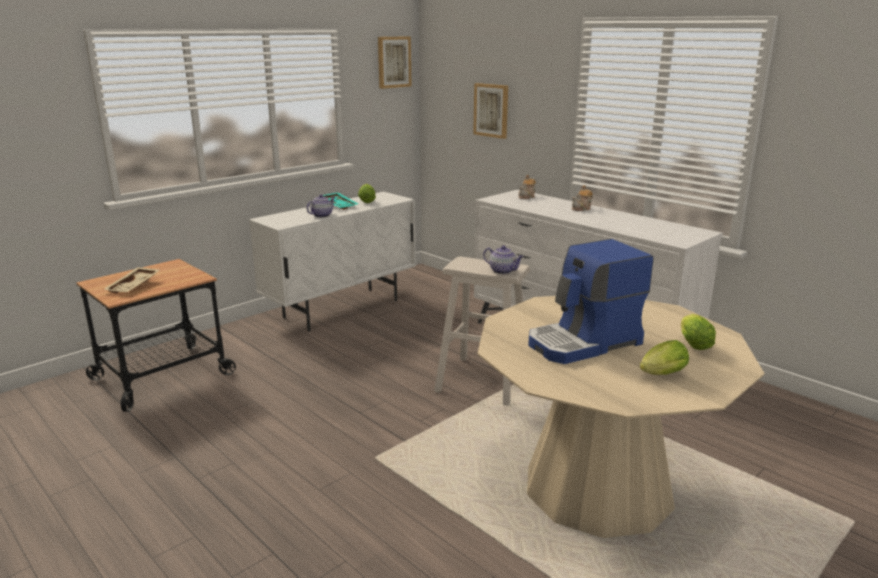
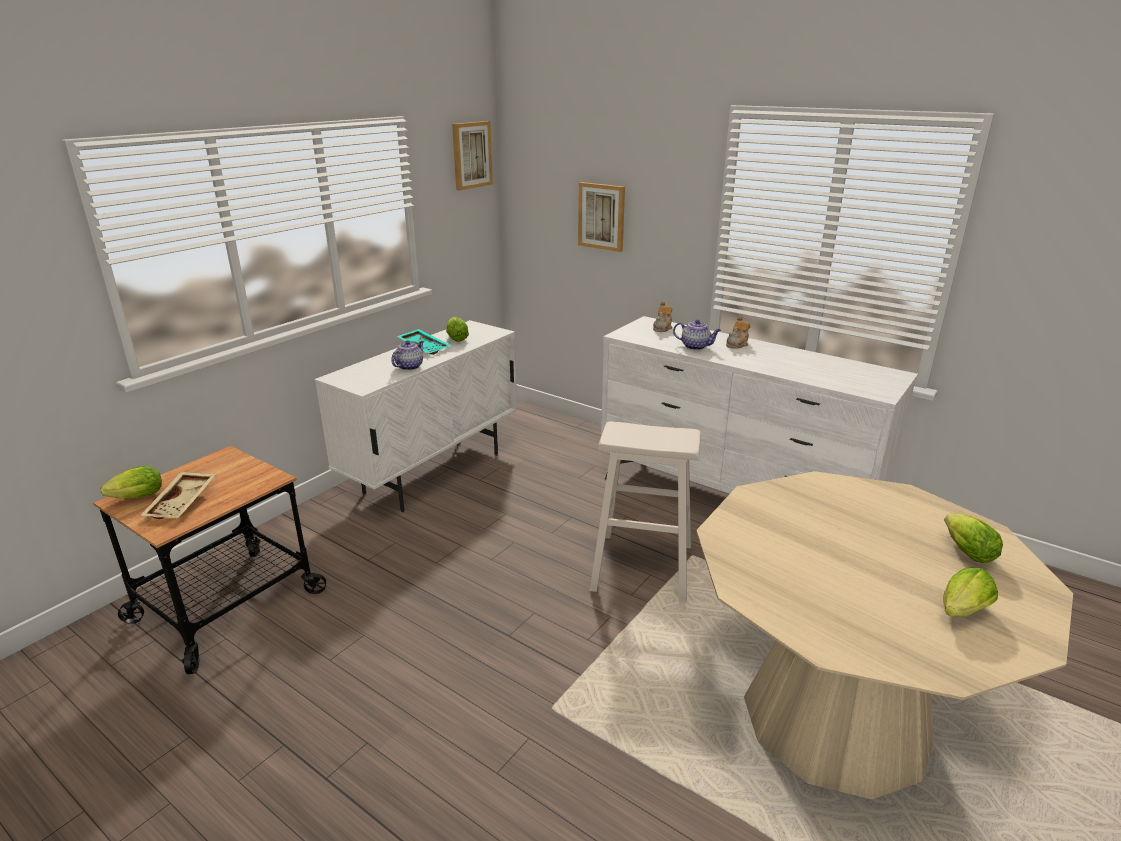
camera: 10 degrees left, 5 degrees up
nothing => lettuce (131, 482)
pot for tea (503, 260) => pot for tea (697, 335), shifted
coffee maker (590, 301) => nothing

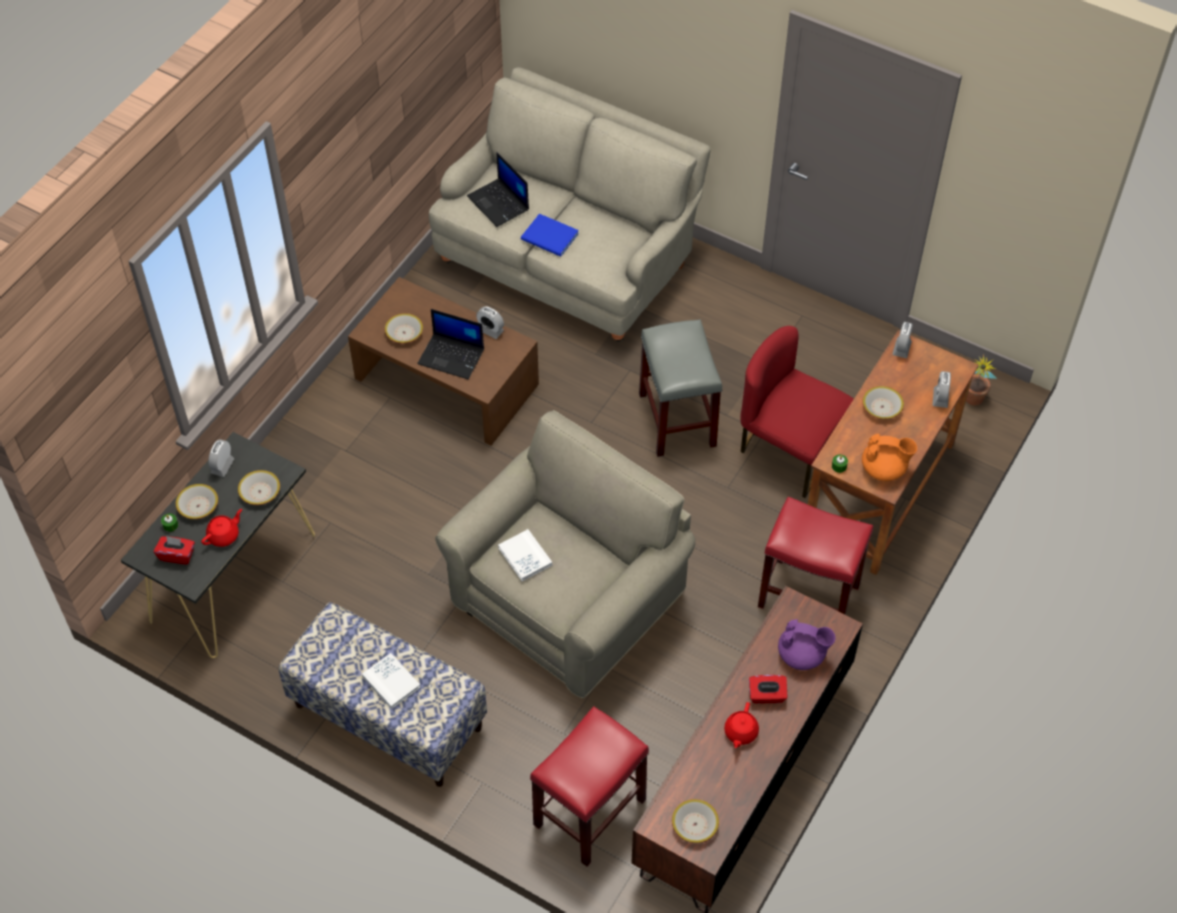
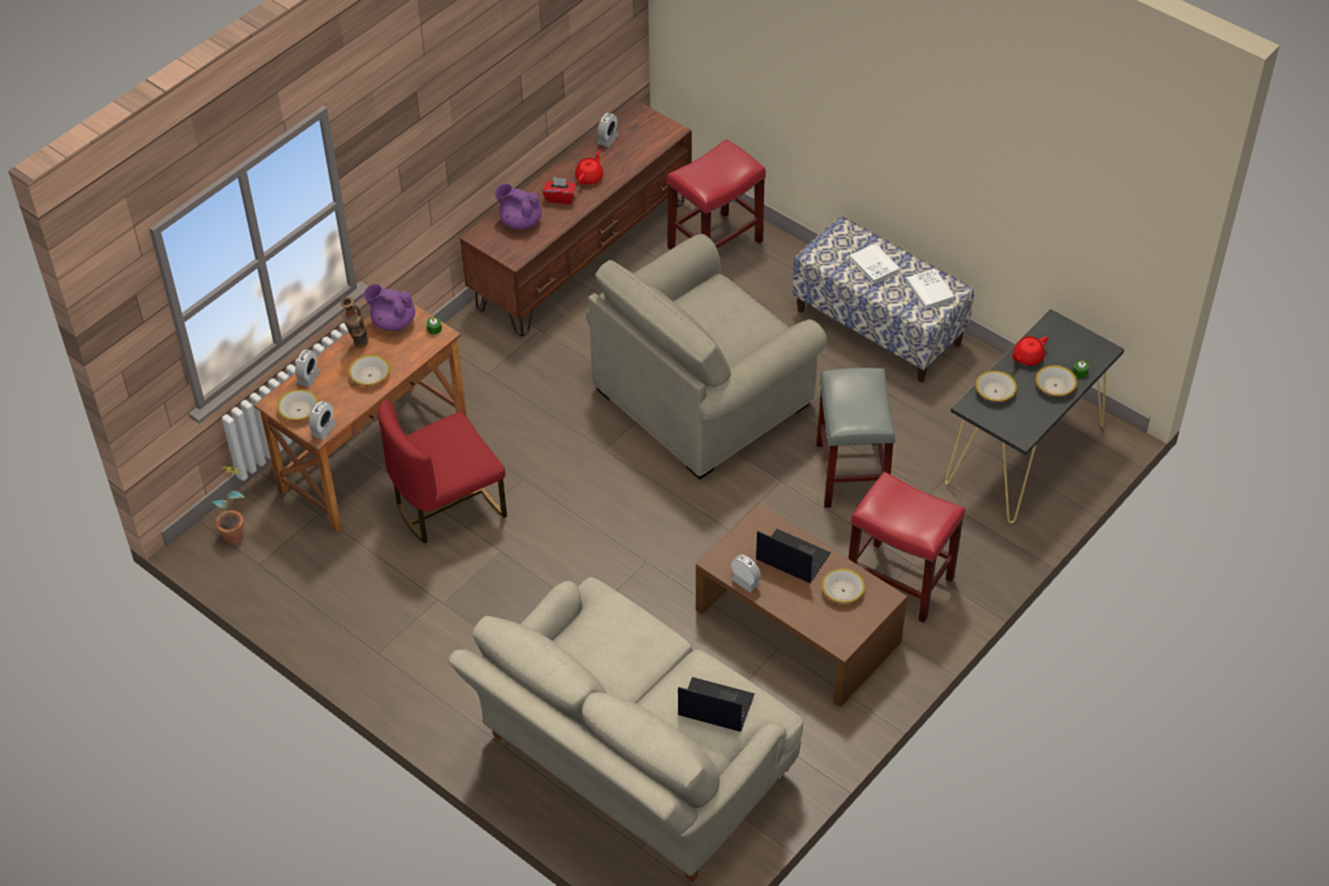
camera: 170 degrees left, 5 degrees down
deep dish (695, 821) => deep dish (298, 405), shifted
nothing => decorative vase (355, 322)
orangey pot for tea (889, 457) => purplish pot for tea (389, 307)
red chair (797, 412) => red chair (442, 472), 105 degrees clockwise
alarm clock (221, 458) => alarm clock (608, 130), shifted
portable computer (498, 189) => portable computer (716, 704), 45 degrees counterclockwise
gray sitting stool (680, 388) => gray sitting stool (855, 438), shifted
red sitting stool (815, 556) => red sitting stool (906, 547), shifted
white bound book (525, 555) => white bound book (930, 289), shifted
red tissue box (174, 550) => nothing
blue-coloured bound book (550, 235) => nothing

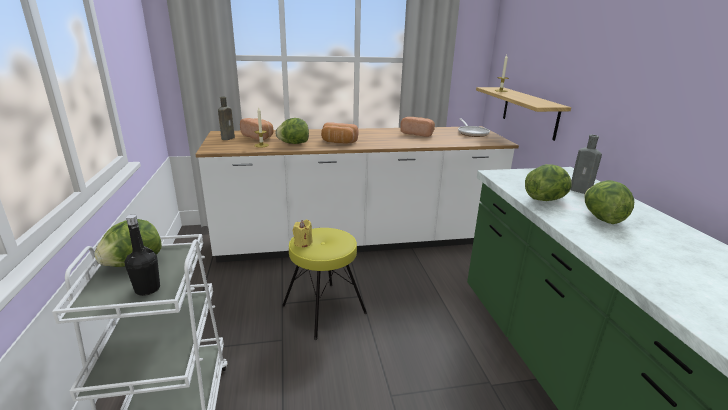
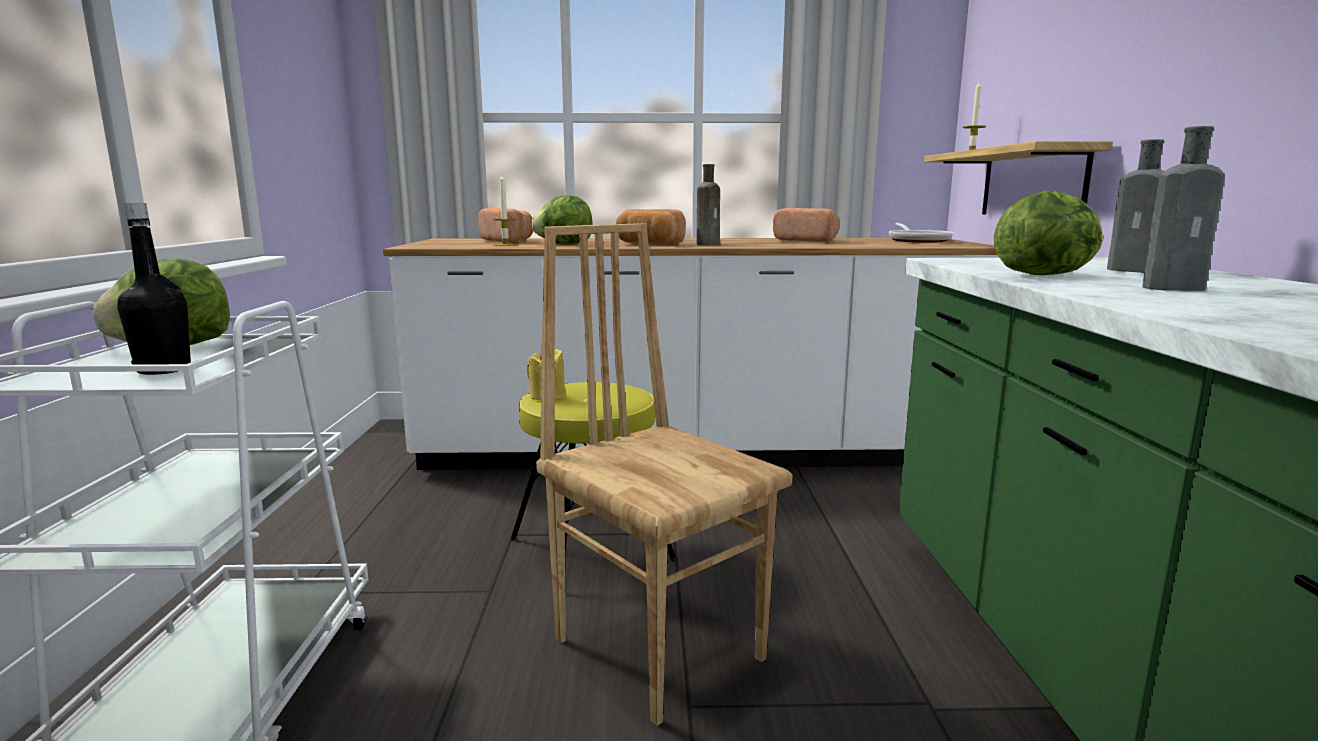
camera: 10 degrees right, 10 degrees down
nothing => brownish chair (664, 474)
brownish drink bottle (226, 118) => brownish drink bottle (708, 204), shifted
lettuce (609, 202) => gray drink bottle (1183, 208)

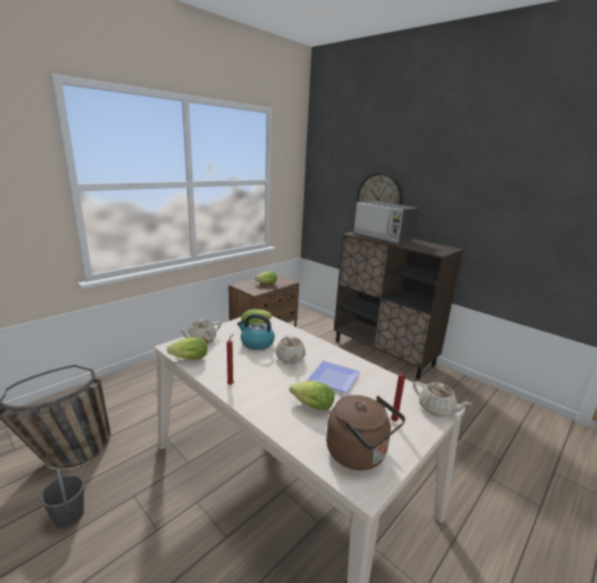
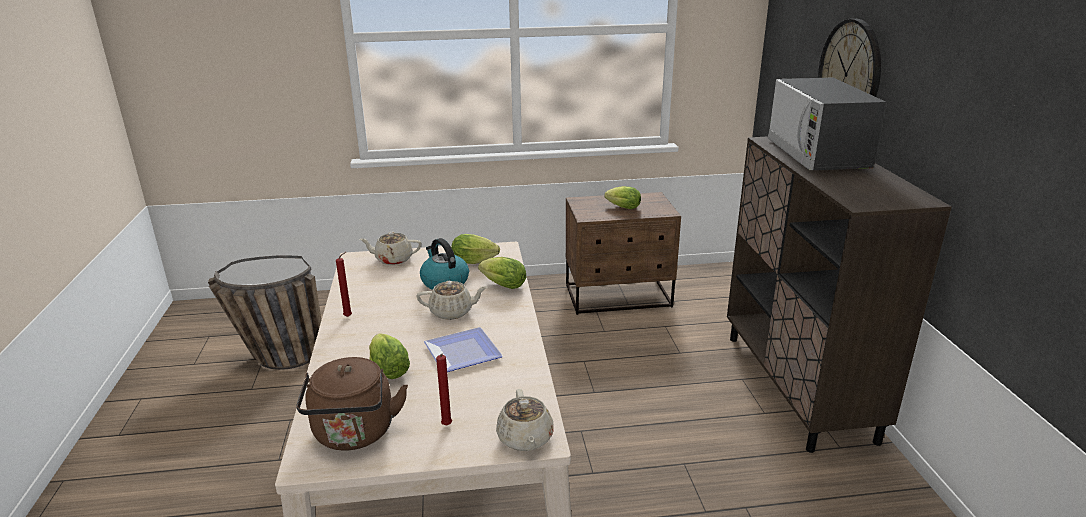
camera: 40 degrees right, 5 degrees up
sand-coloured pot for tea (290, 349) => sand-coloured pot for tea (451, 300), 120 degrees counterclockwise
lettuce (187, 348) => lettuce (502, 273), shifted
gray bucket (62, 498) => nothing

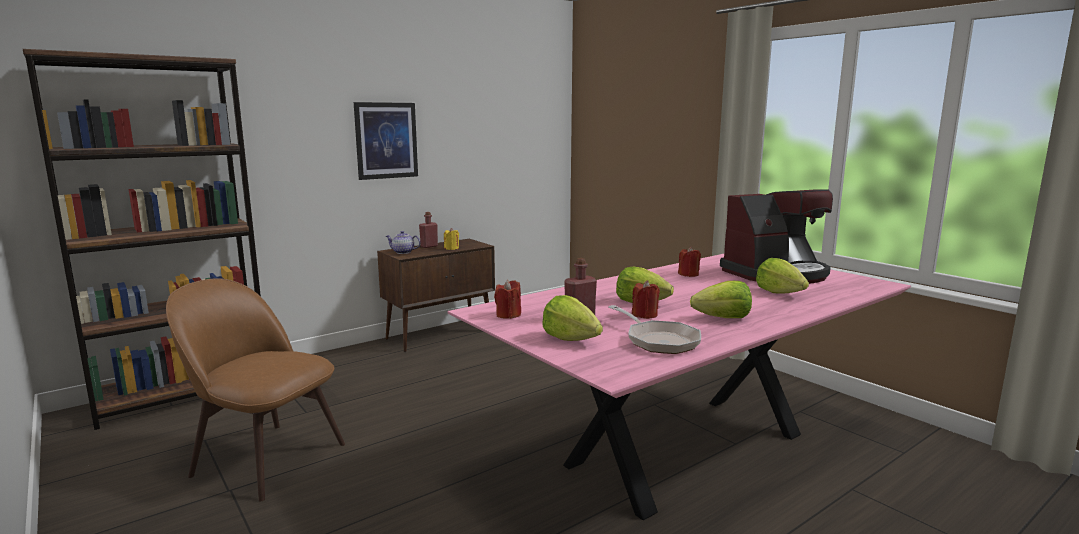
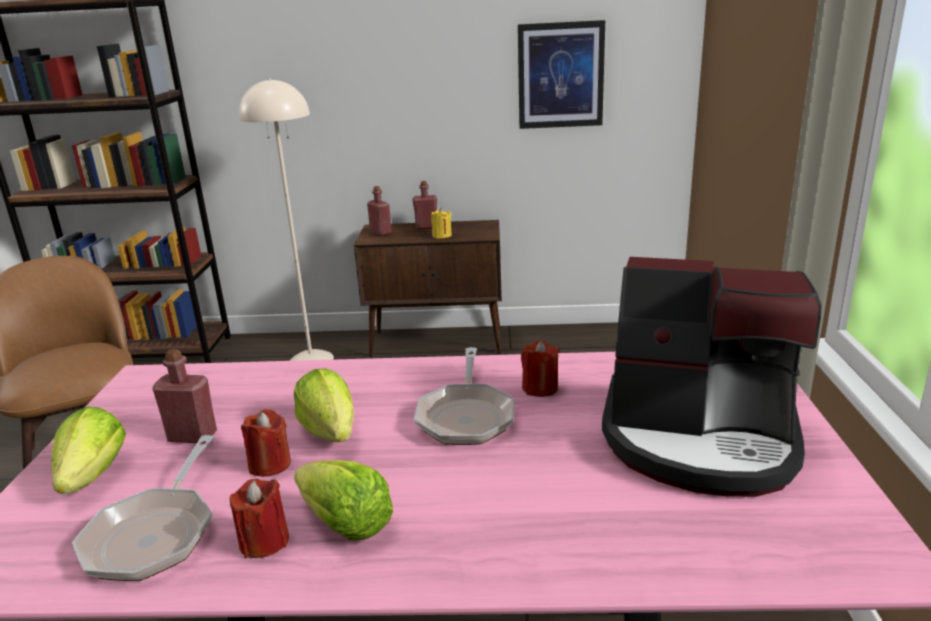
camera: 40 degrees right, 10 degrees up
red wax light (507, 299) => red wax light (259, 518), shifted
nothing => sand-coloured standard lamp (286, 219)
pot for tea (403, 242) => red drink bottle (379, 211)
nothing => frying pan (464, 396)
wall picture (386, 141) => wall picture (561, 74), shifted
lettuce (782, 276) => nothing

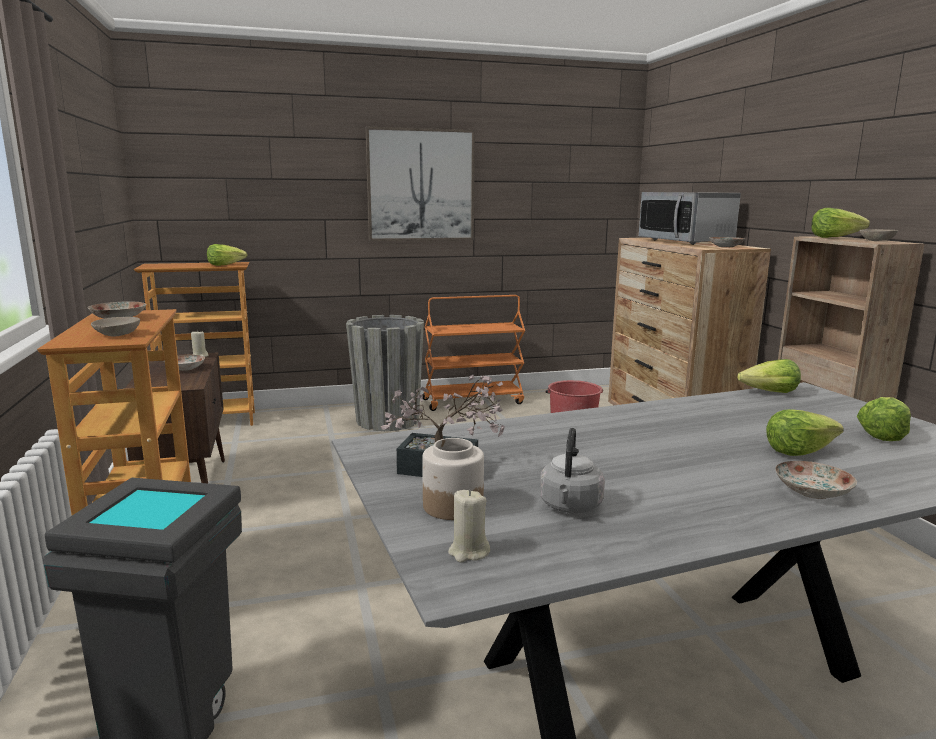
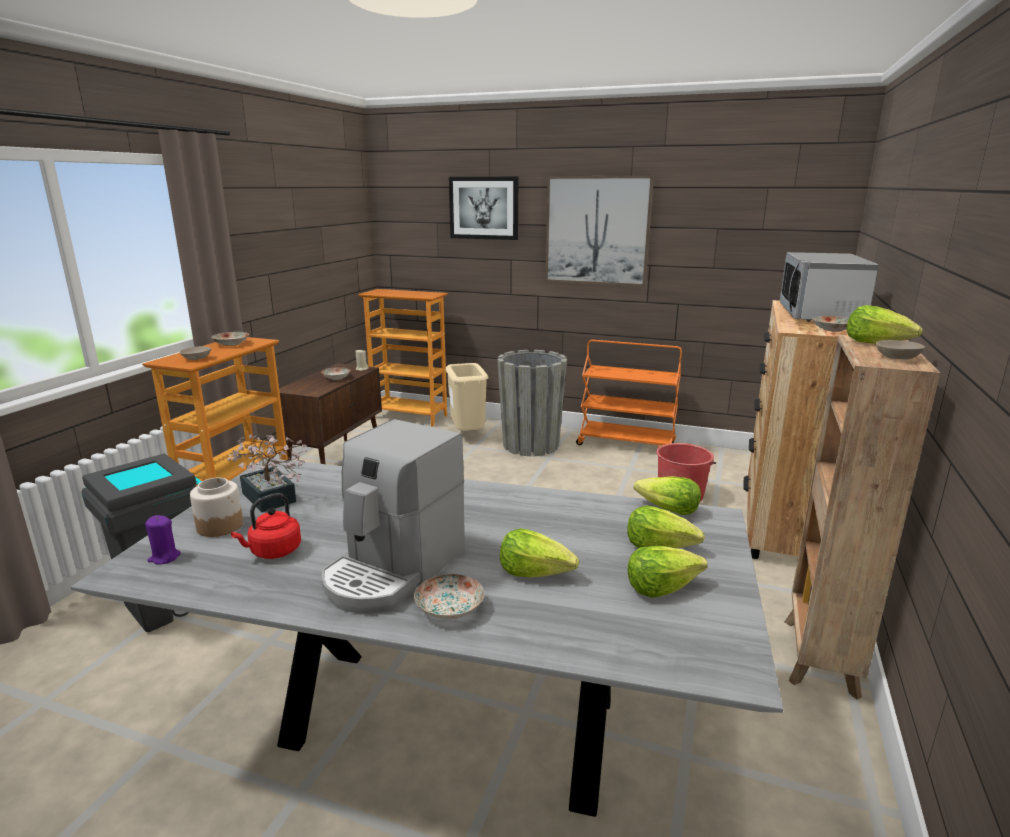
camera: 35 degrees right, 5 degrees up
sand-coloured wax light (469, 526) => purplish wax light (163, 540)
gray kettle (572, 470) => red kettle (266, 526)
nothing => coffee maker (393, 516)
nothing => sand-coloured rubbish bin (467, 397)
nothing => wall picture (483, 208)
lettuce (227, 255) => lettuce (666, 527), shifted

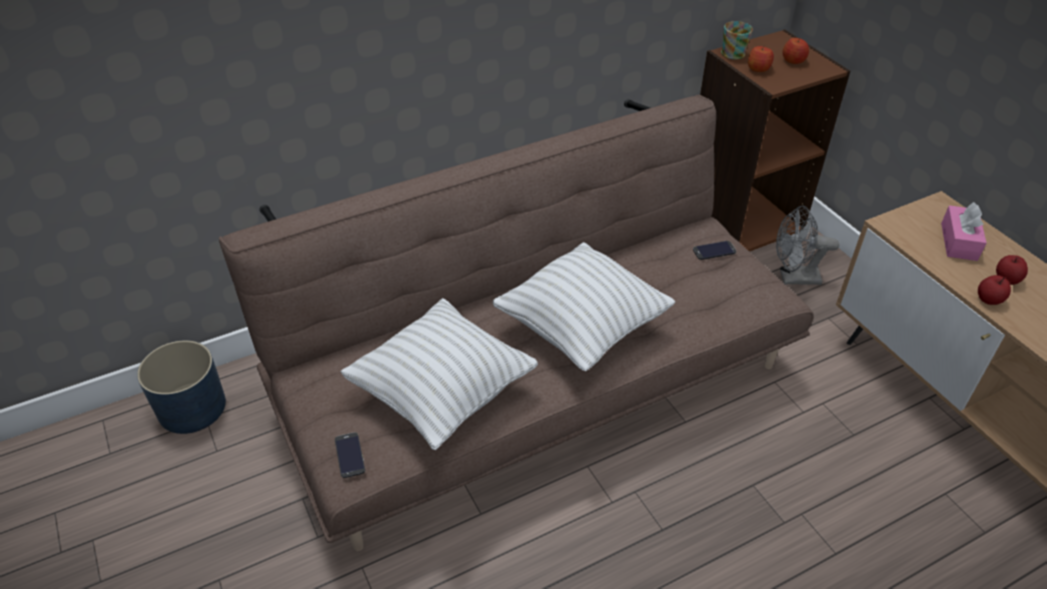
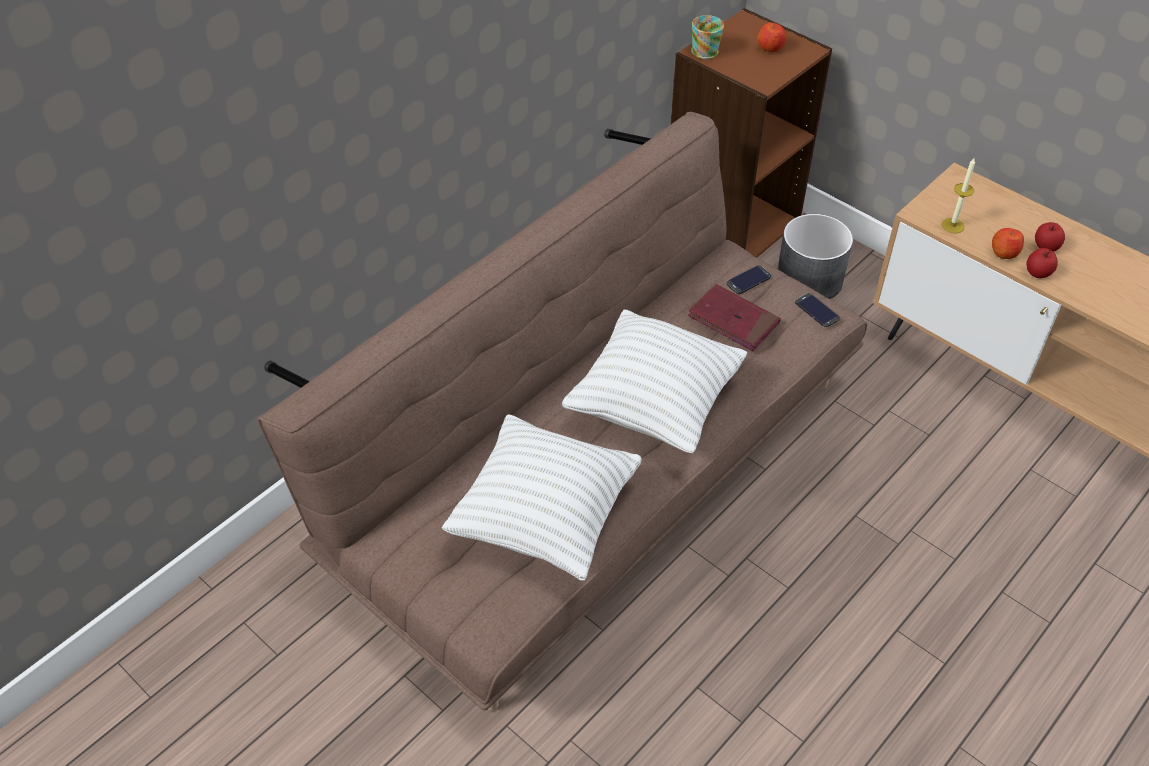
camera: 20 degrees left, 5 degrees up
nothing => red bound book (734, 317)
gray cooling fan (808, 245) => gray planter (815, 256)
phone (350, 455) => phone (817, 310), shifted
nothing => wax light (958, 195)
apple (761, 59) => apple (1008, 243), shifted
blue-coloured planter (181, 387) => nothing
pinkish tissue box (963, 231) => nothing

